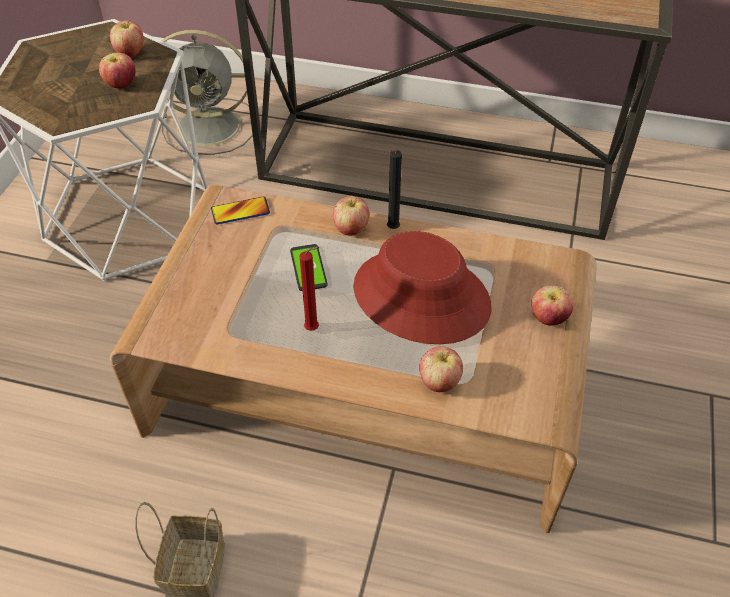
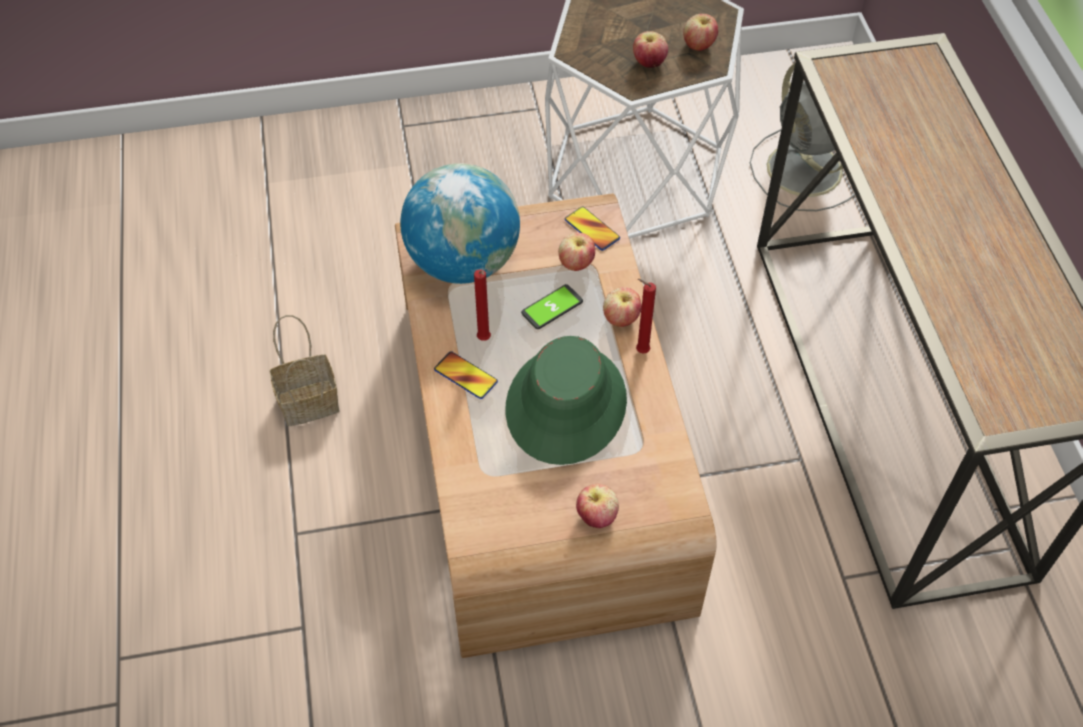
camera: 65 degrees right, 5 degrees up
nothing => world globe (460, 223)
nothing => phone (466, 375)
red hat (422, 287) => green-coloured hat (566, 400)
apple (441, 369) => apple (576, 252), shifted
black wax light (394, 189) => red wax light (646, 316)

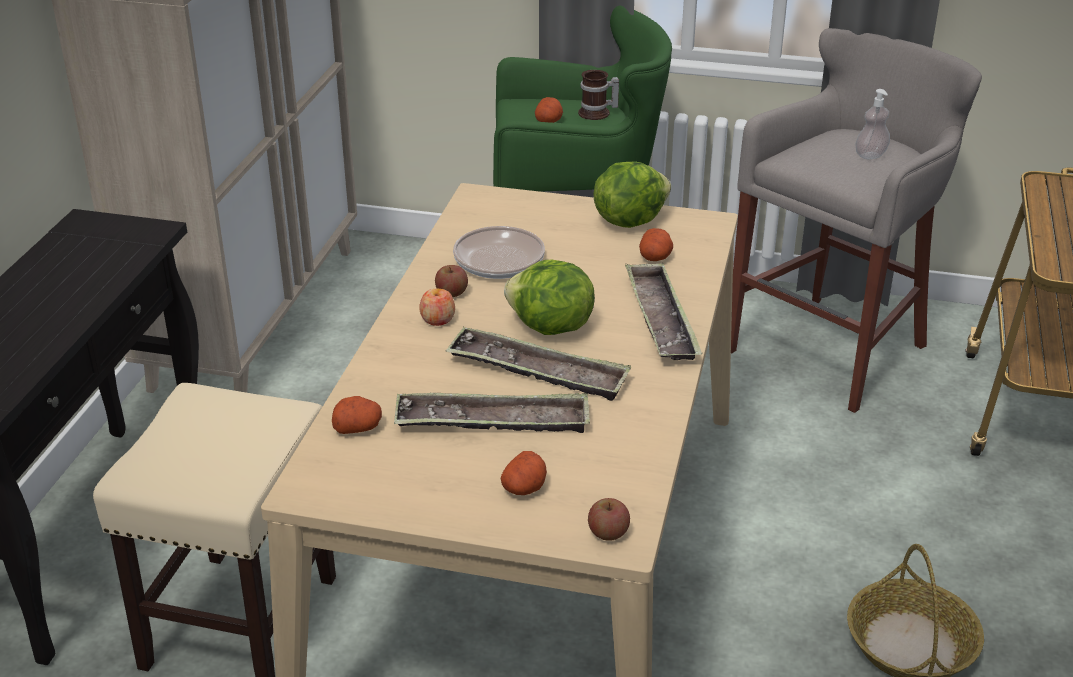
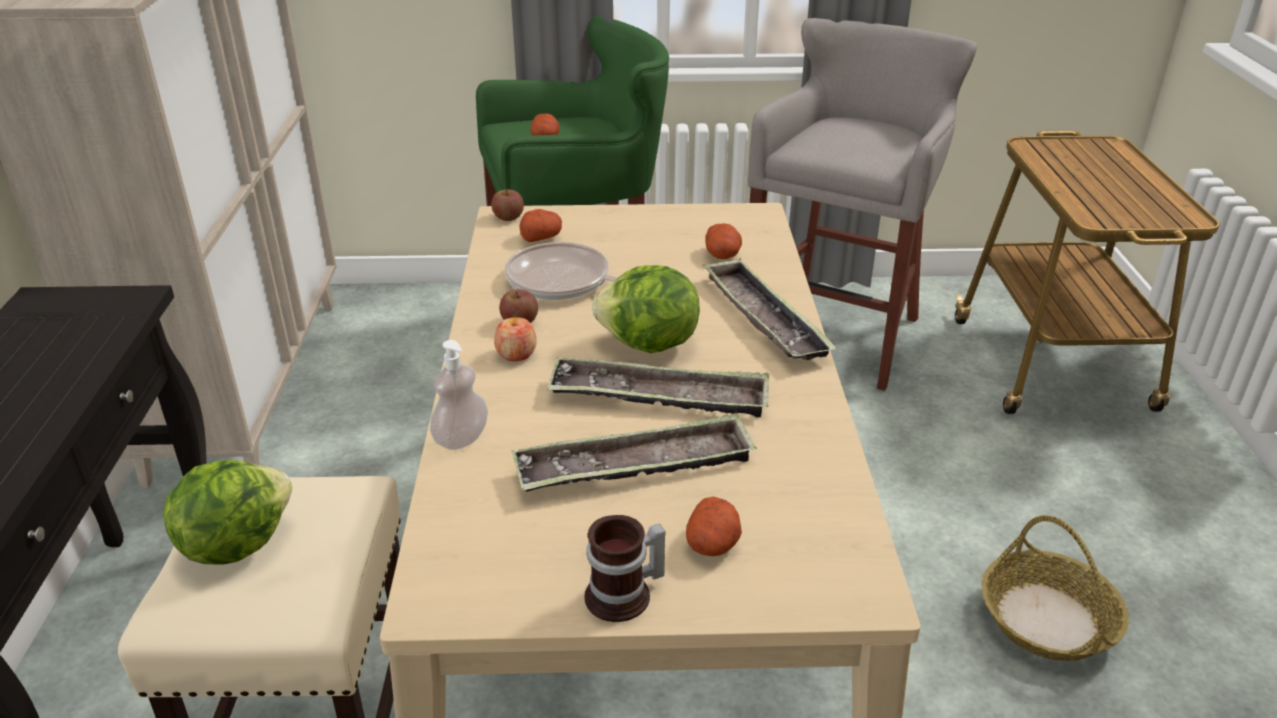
camera: 15 degrees left, 0 degrees up
lettuce (632, 194) => lettuce (228, 512), shifted
liquid soap bottle (872, 124) => liquid soap bottle (459, 395), shifted
apple (609, 519) => apple (507, 205), shifted
whole potato (357, 415) => whole potato (540, 225), shifted
coffee mug (598, 95) => coffee mug (625, 568), shifted

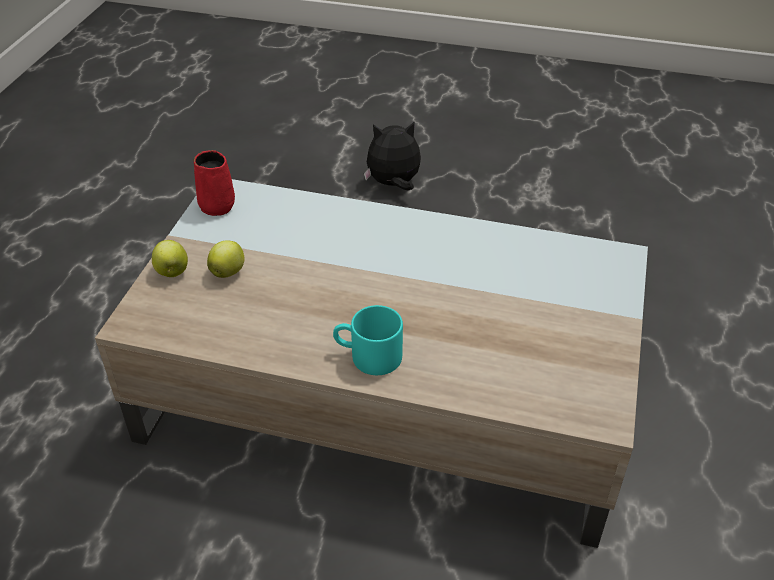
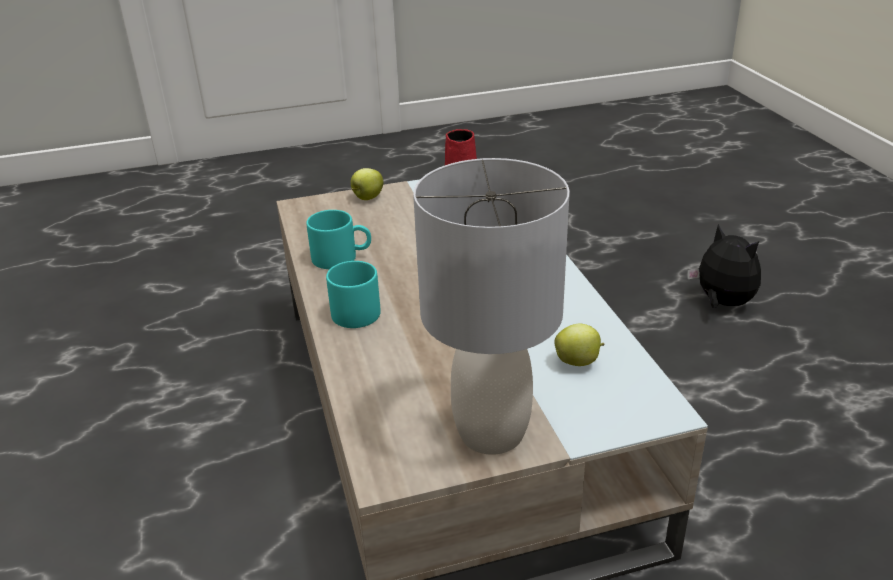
camera: 60 degrees right, 10 degrees down
nothing => turquoise-coloured coffee mug (338, 239)
nothing => gray lamp for a table (491, 306)
apple (226, 259) => apple (579, 345), shifted

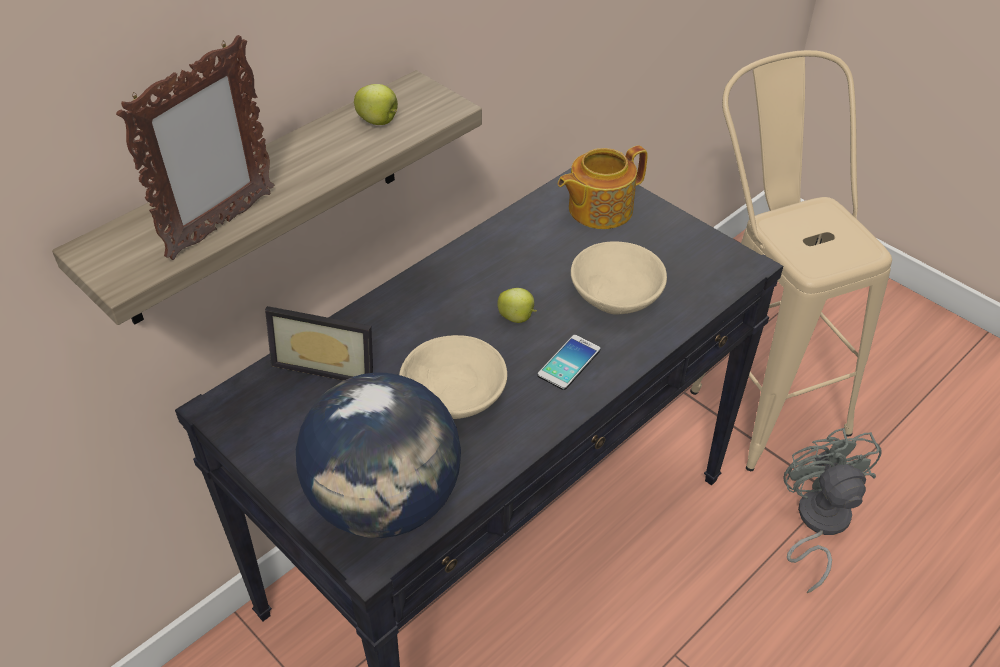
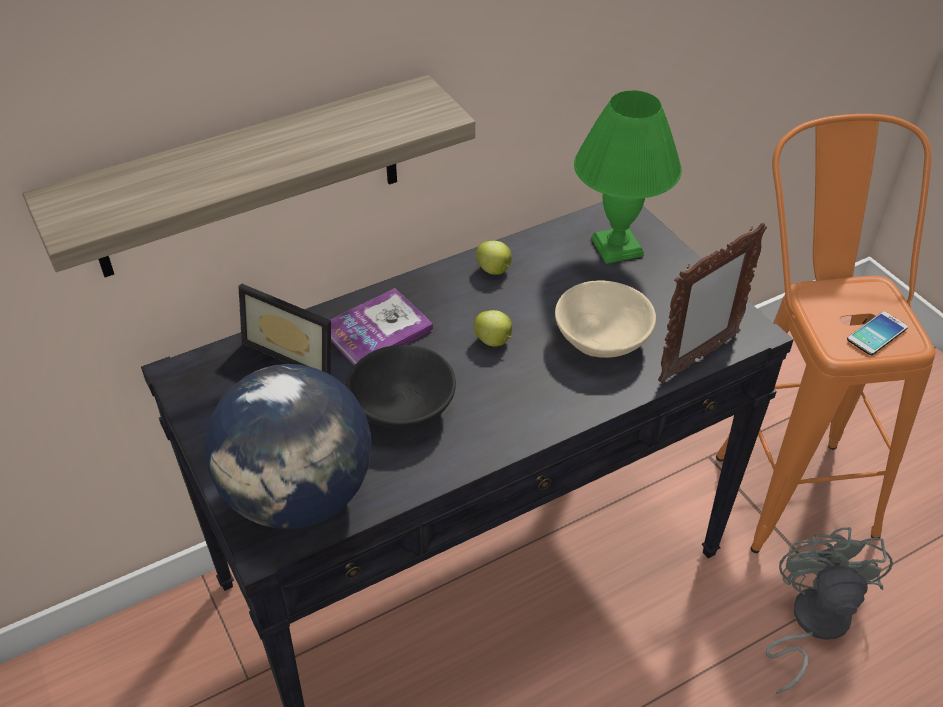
camera: 15 degrees right, 0 degrees up
nothing => bound book (382, 326)
sand-coloured deep dish (453, 377) => black deep dish (401, 387)
apple (376, 104) => apple (494, 258), shifted
pot for tea (603, 187) => green-coloured lamp for a table (628, 177)
picture frame (195, 147) => picture frame (712, 303), shifted
sand-coloured sitting stool (791, 260) => orangey sitting stool (825, 333)
phone (568, 362) => phone (877, 333), shifted

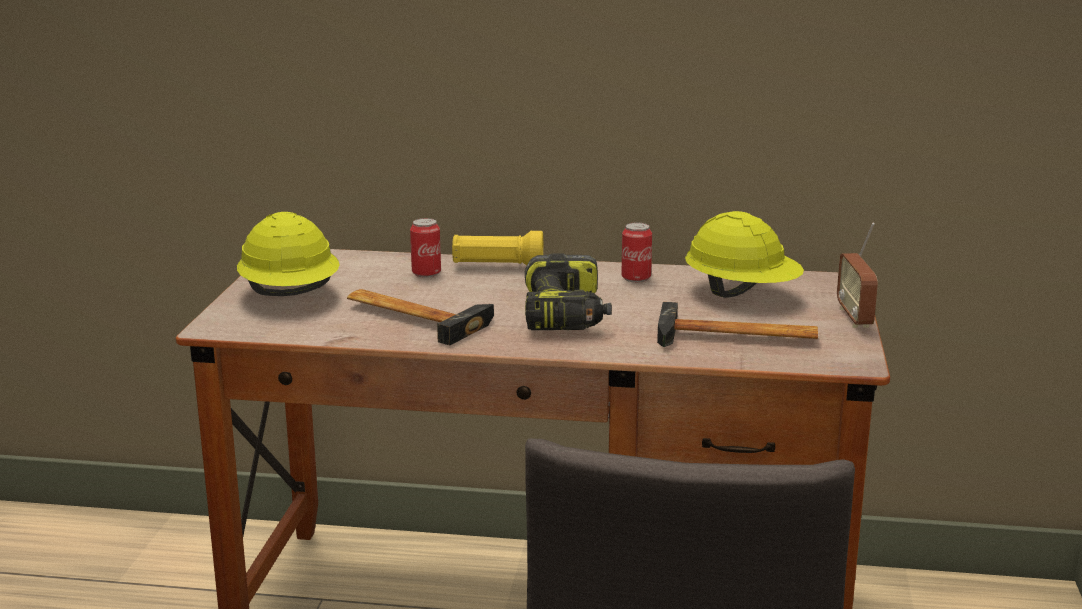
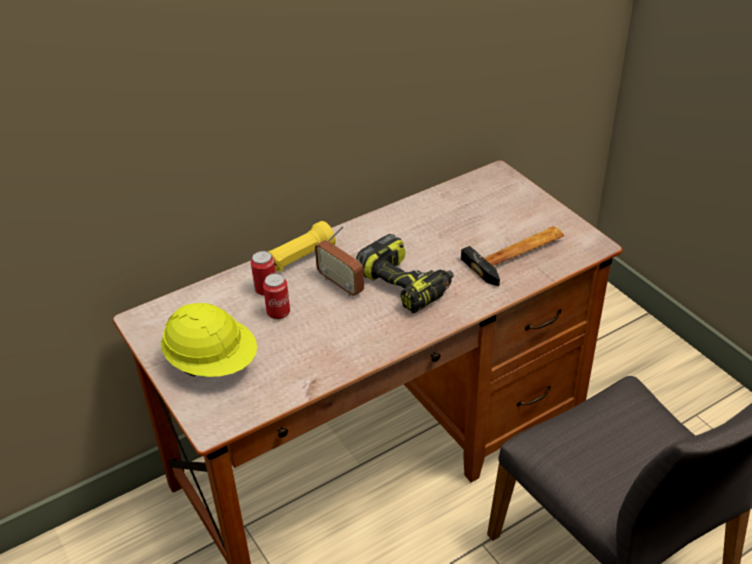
camera: 40 degrees left, 20 degrees up
can (636, 252) => can (276, 296), shifted
radio receiver (857, 275) => radio receiver (339, 260), shifted
hammer (420, 317) => nothing
yellowish work helmet (744, 254) => nothing

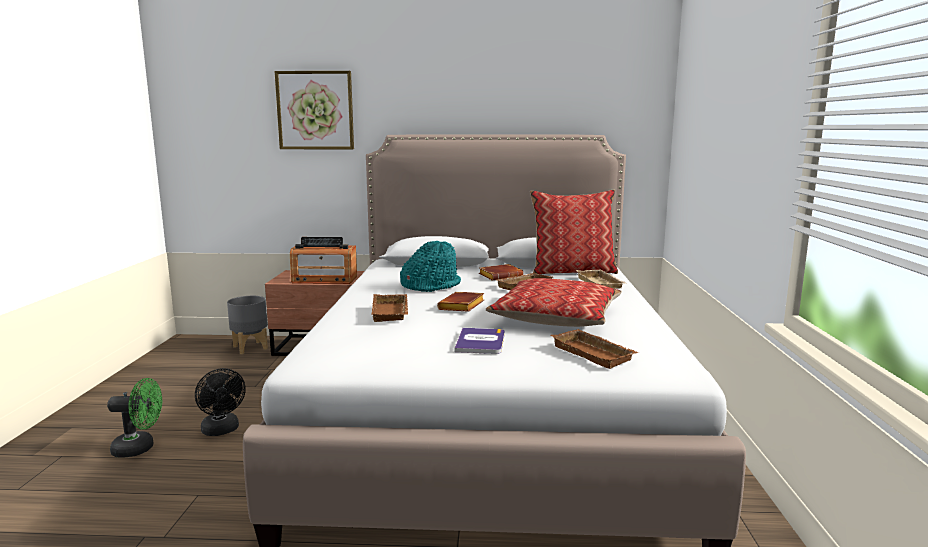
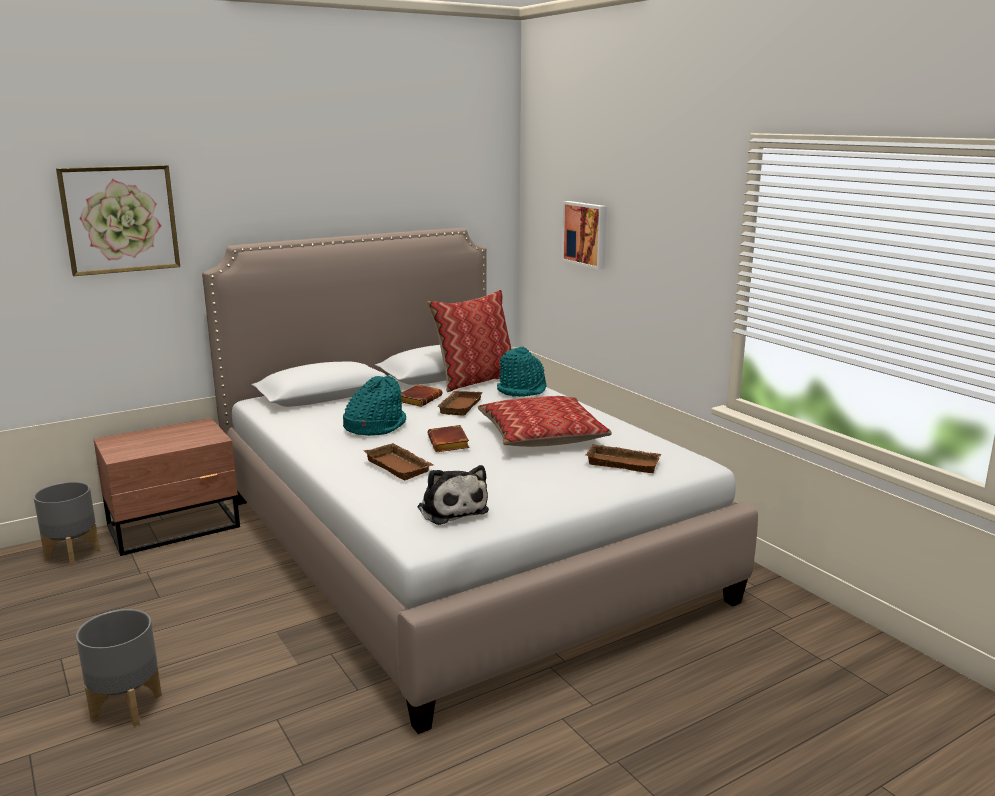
camera: 35 degrees left, 5 degrees up
green-coloured cooling fan (134, 418) => gray planter (119, 668)
nothing => cuddly toy (453, 495)
sand-coloured serving tray (600, 279) => turquoise-coloured hat (522, 372)
nothing => wall picture (584, 235)
black cooling fan (220, 402) => nothing
radio receiver (323, 260) => nothing
bound book (479, 341) => nothing

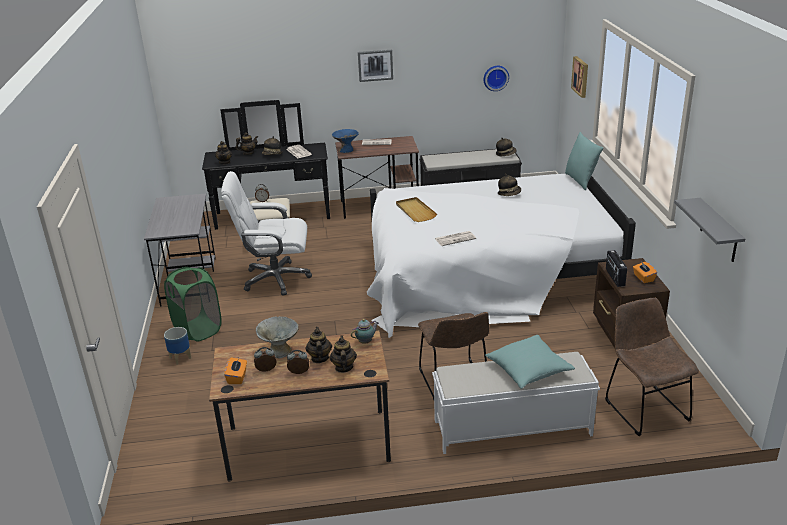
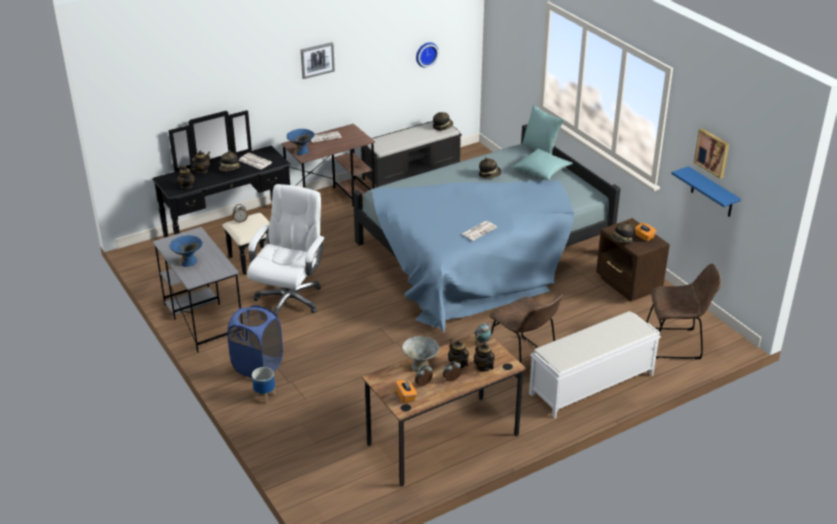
camera: 25 degrees left, 5 degrees up
nothing => blue-coloured deep dish (186, 251)
green-coloured laundry basket (193, 304) => blue-coloured laundry basket (255, 341)
white desk chair (266, 233) => white desk chair (286, 251), 135 degrees clockwise
white sleeping bed (501, 256) => blue-coloured sleeping bed (486, 228)
turquoise-coloured throw pillow (530, 362) => turquoise-coloured throw pillow (542, 164), shifted
radio receiver (616, 268) => hat (623, 232)
brownish chair (652, 366) => brownish chair (683, 312), 135 degrees clockwise
gray wall shelf (709, 230) => blue-coloured wall shelf (706, 191)
wall picture (579, 77) => wall picture (711, 153), shifted
sand-coloured serving tray (416, 209) => nothing

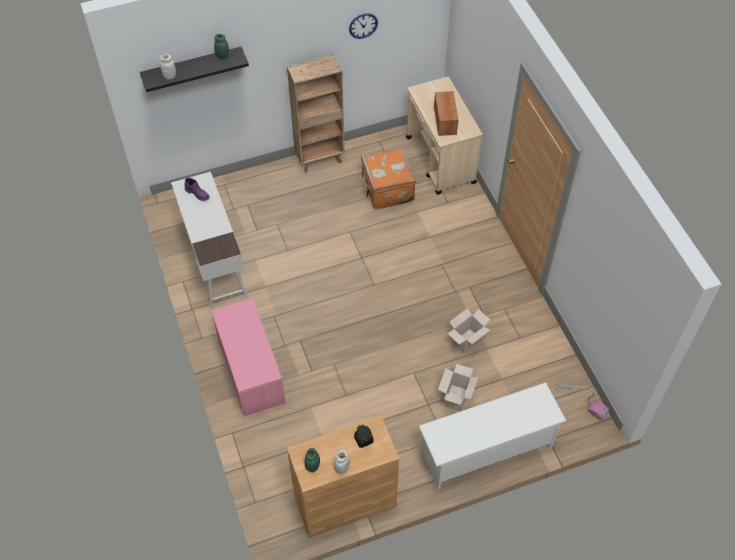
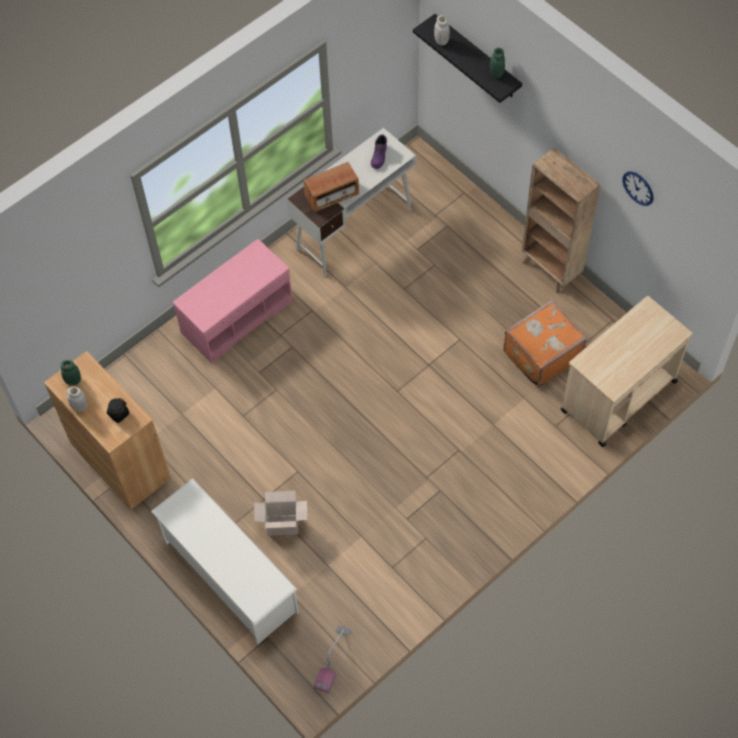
camera: 70 degrees right, 5 degrees up
radio receiver (446, 113) => radio receiver (331, 187), shifted
cardboard box (469, 331) => nothing

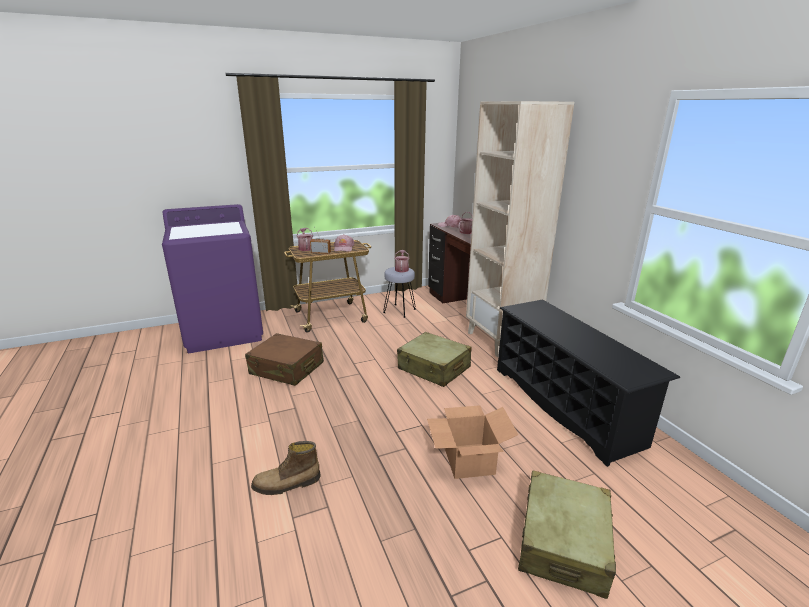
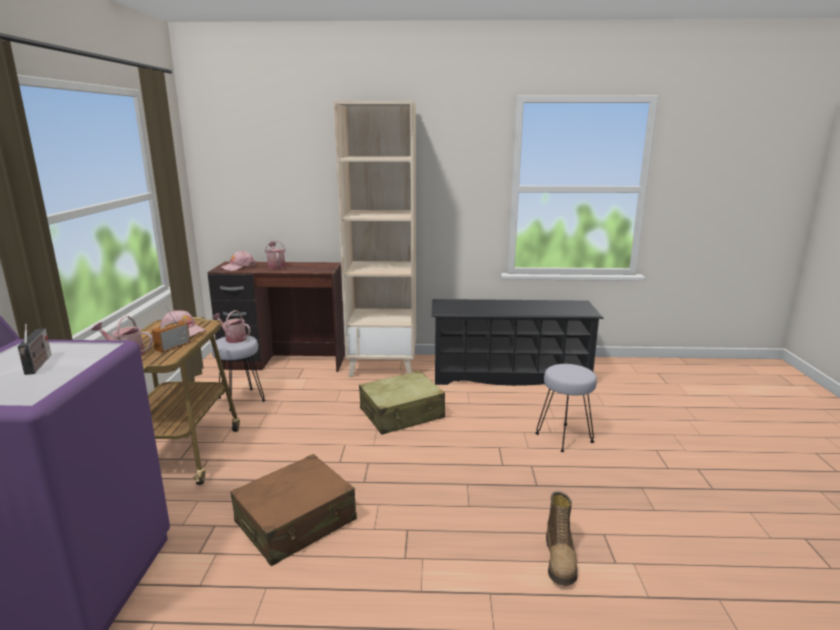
camera: 65 degrees left, 5 degrees down
nothing => radio receiver (34, 349)
cardboard box (472, 442) => gray sitting stool (566, 408)
sand-coloured travel case (567, 534) => nothing

